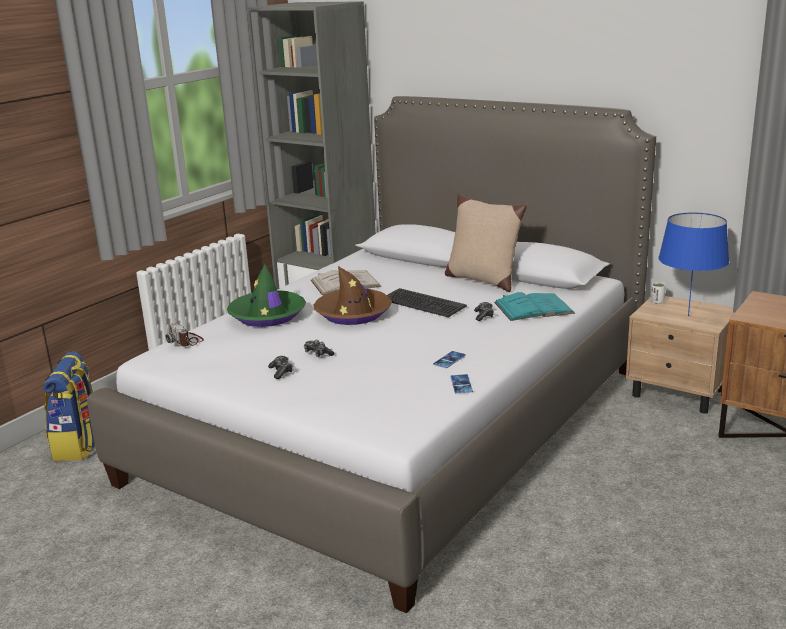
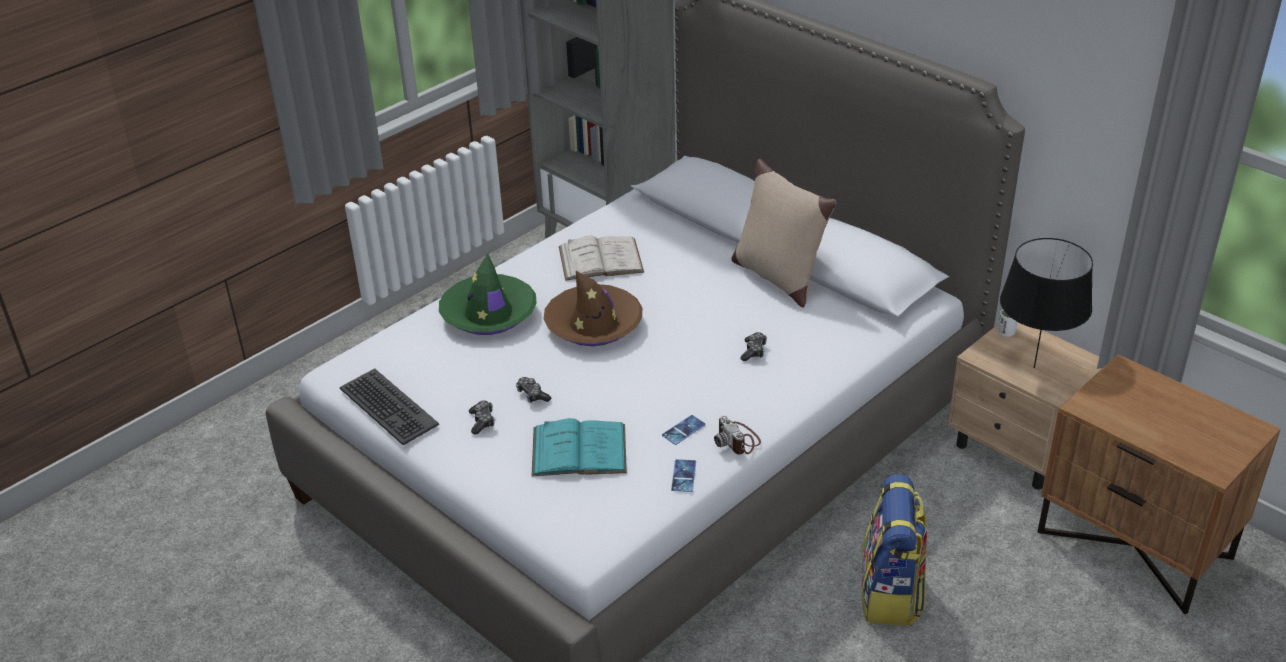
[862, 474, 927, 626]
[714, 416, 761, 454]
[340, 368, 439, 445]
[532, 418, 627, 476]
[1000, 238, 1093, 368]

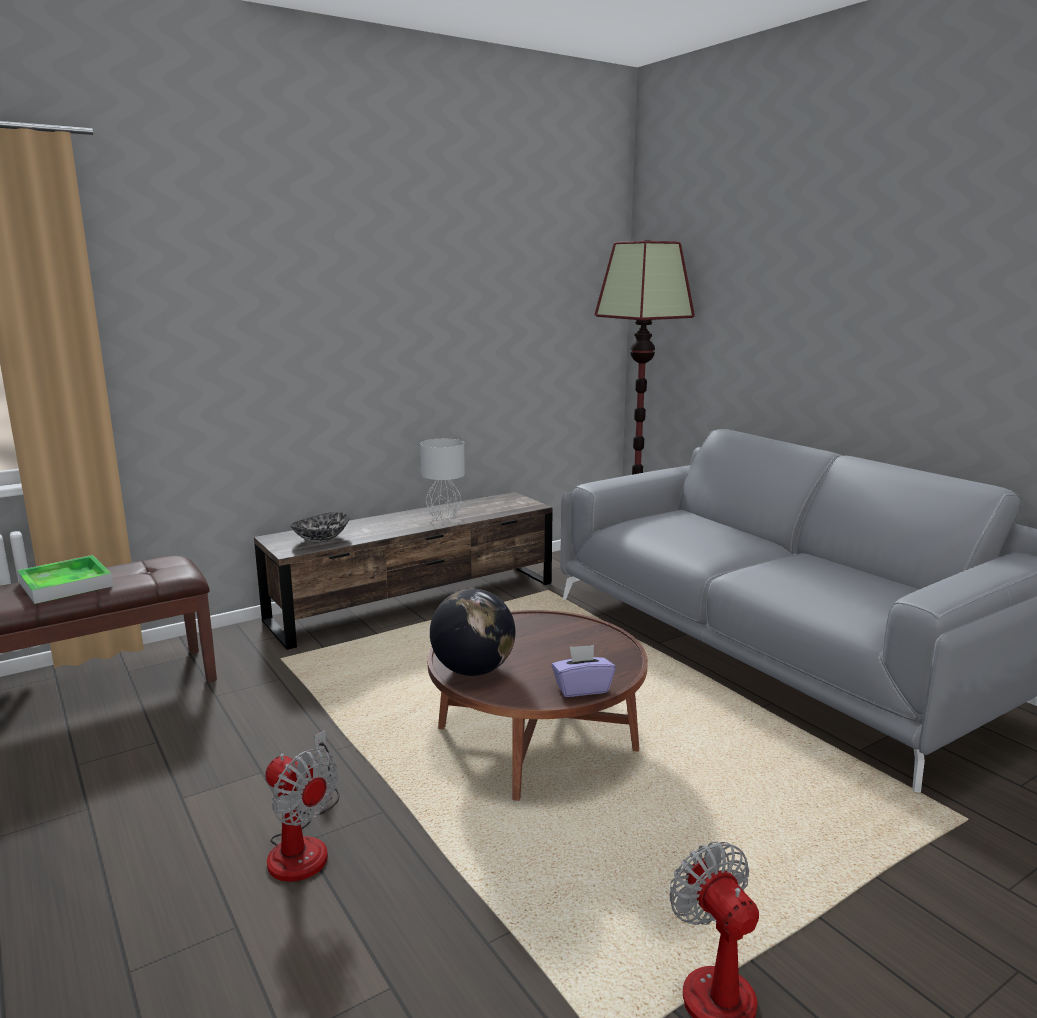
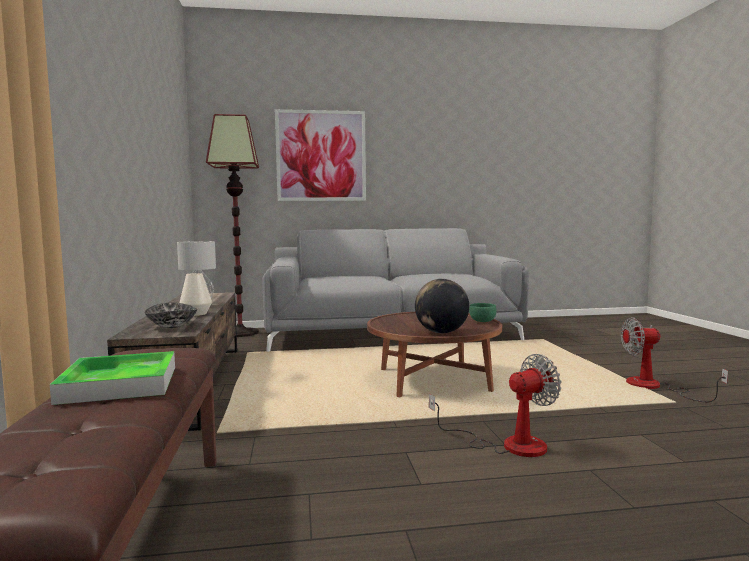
[469, 303, 497, 322]
[180, 273, 212, 316]
[275, 109, 366, 201]

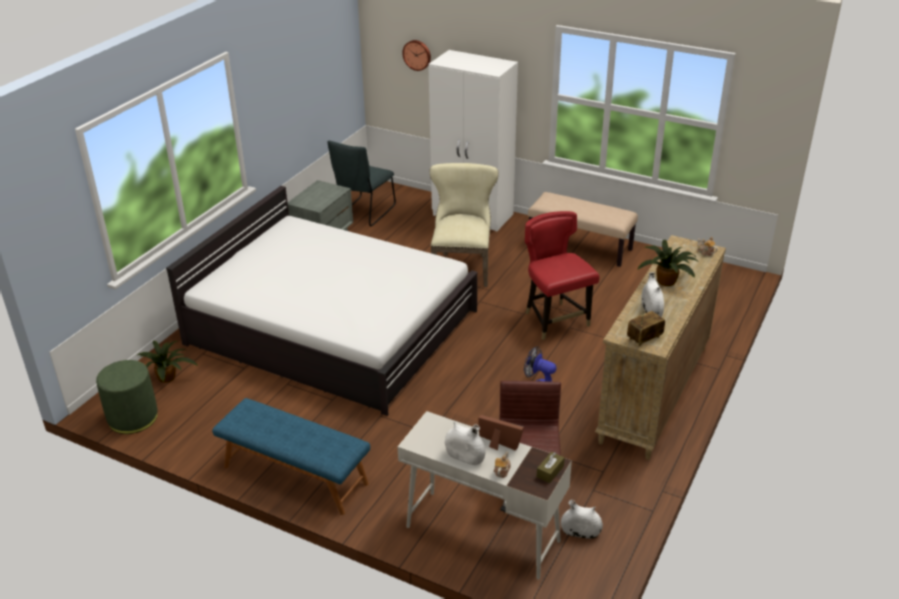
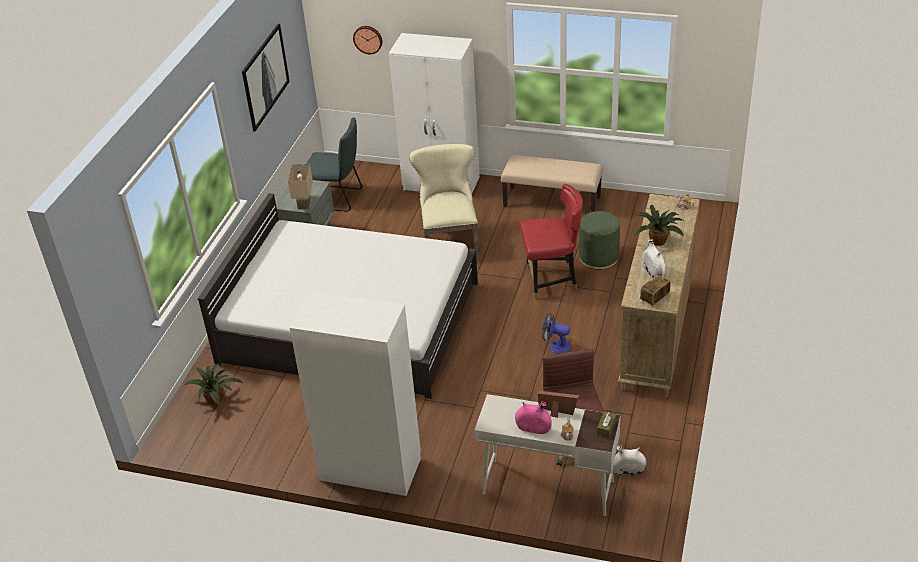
[579, 211, 620, 270]
[290, 291, 421, 496]
[307, 117, 362, 212]
[515, 401, 552, 434]
[520, 184, 583, 299]
[242, 24, 290, 131]
[288, 164, 313, 209]

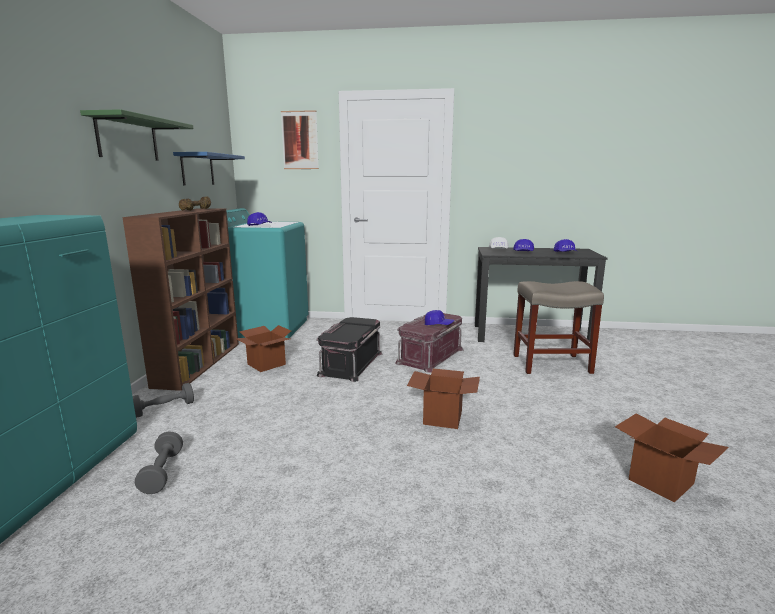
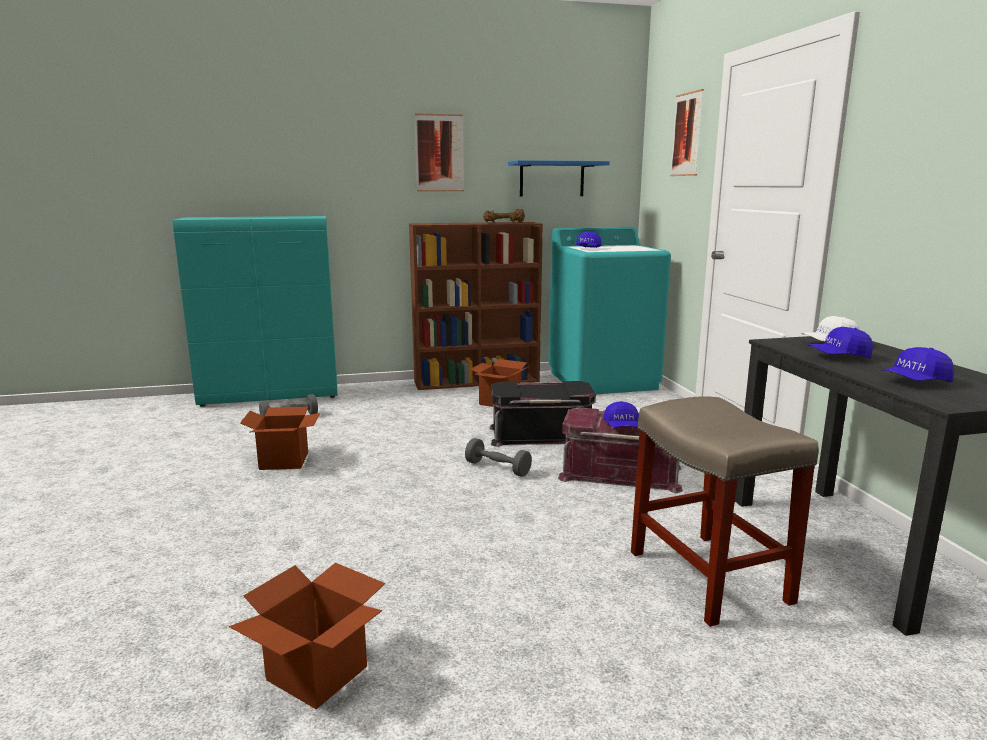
[415, 113, 464, 191]
[465, 438, 532, 477]
[240, 406, 320, 470]

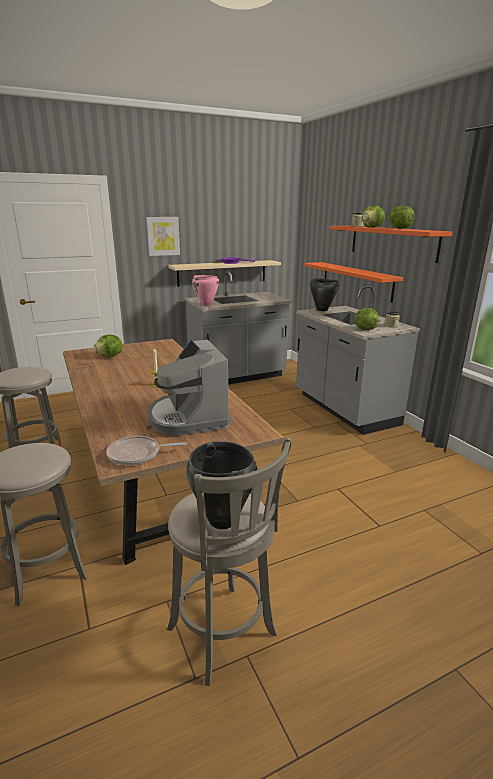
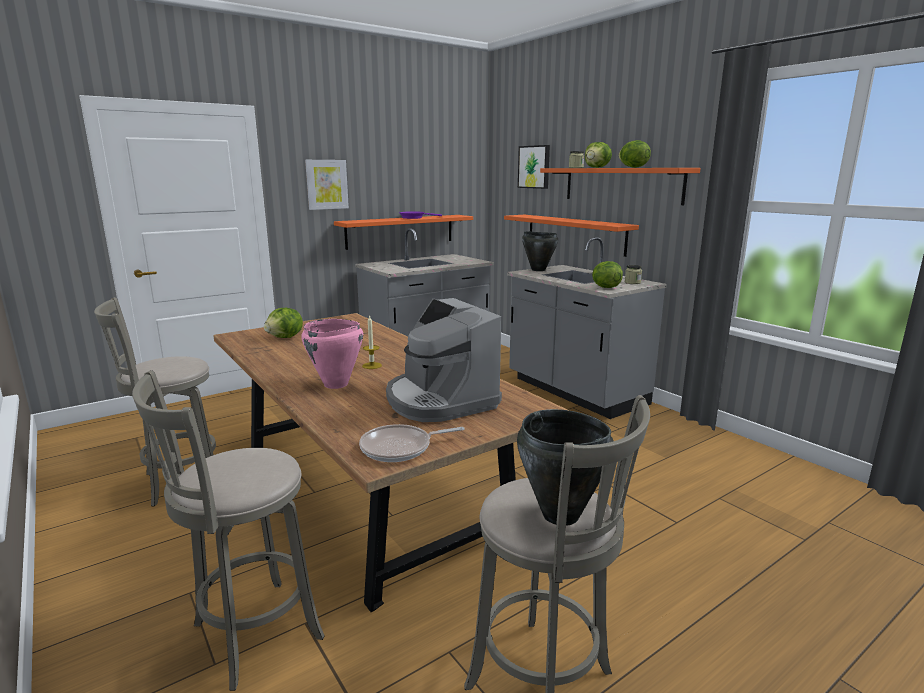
[334, 215, 473, 250]
[301, 319, 363, 389]
[518, 145, 550, 189]

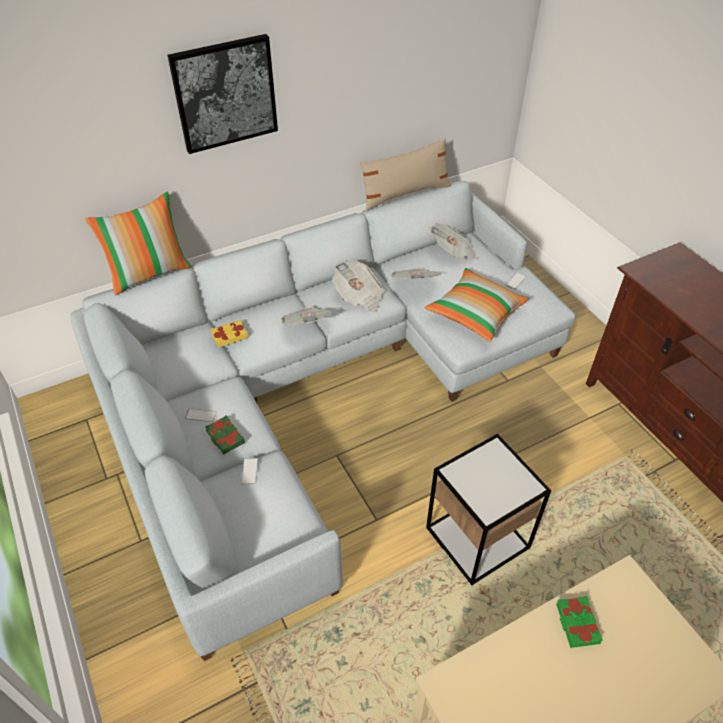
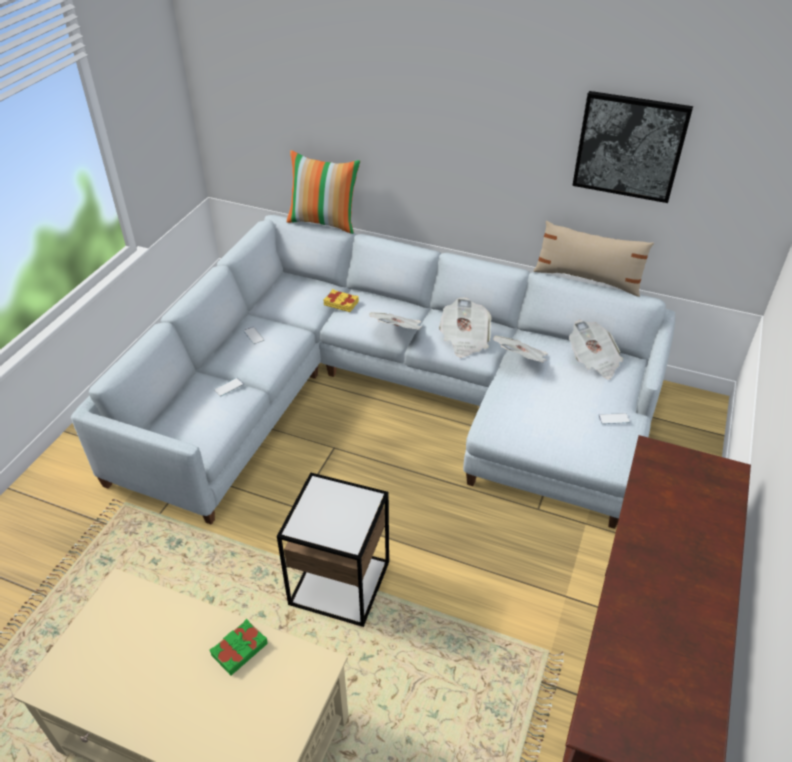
[572, 91, 693, 203]
[205, 415, 245, 455] (first image)
[425, 268, 530, 342] (first image)

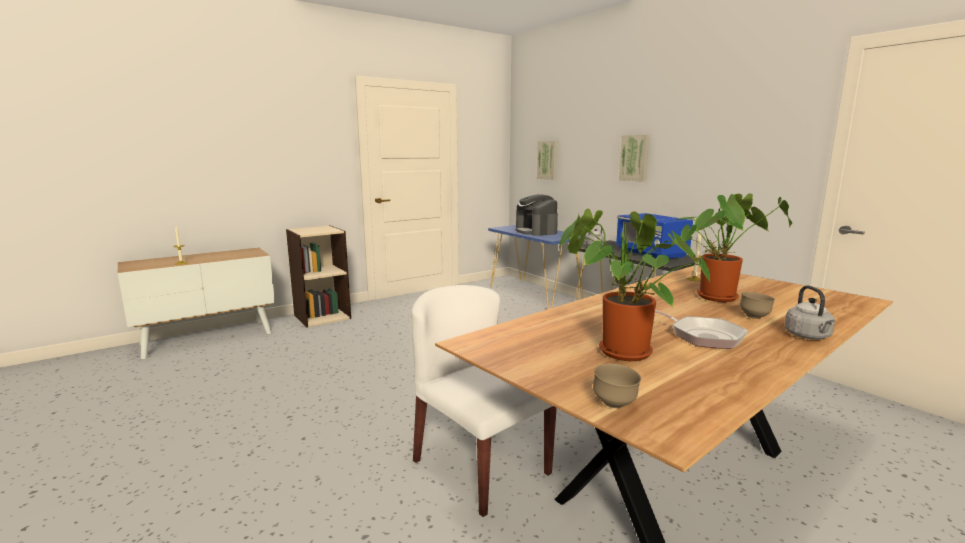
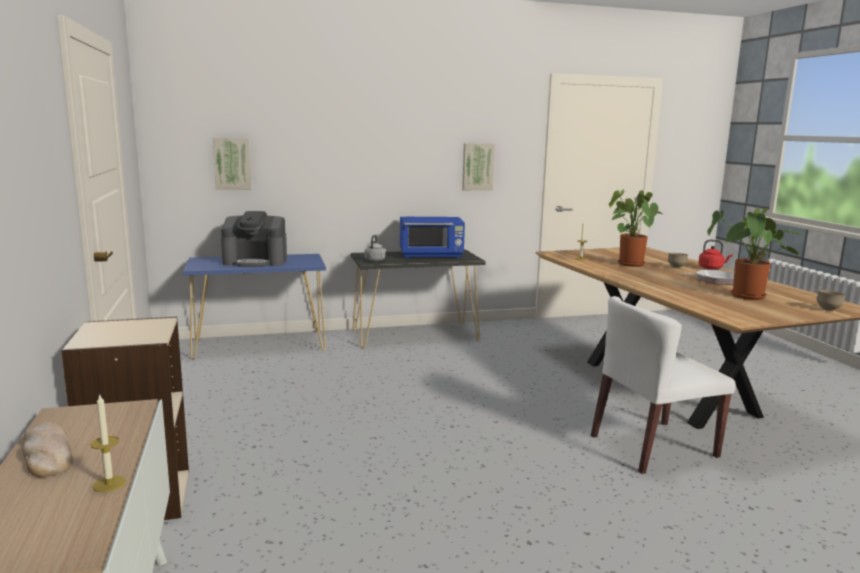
[462, 143, 495, 191]
[698, 240, 733, 269]
[22, 422, 73, 478]

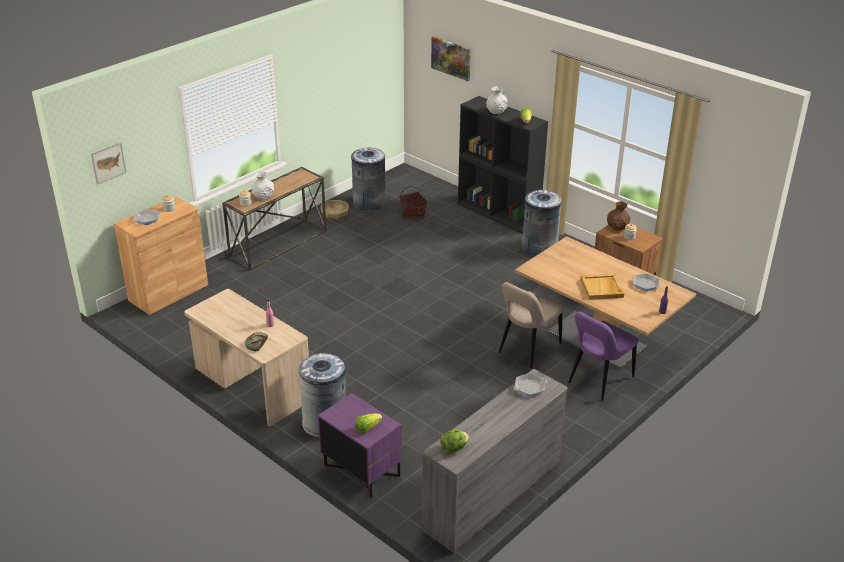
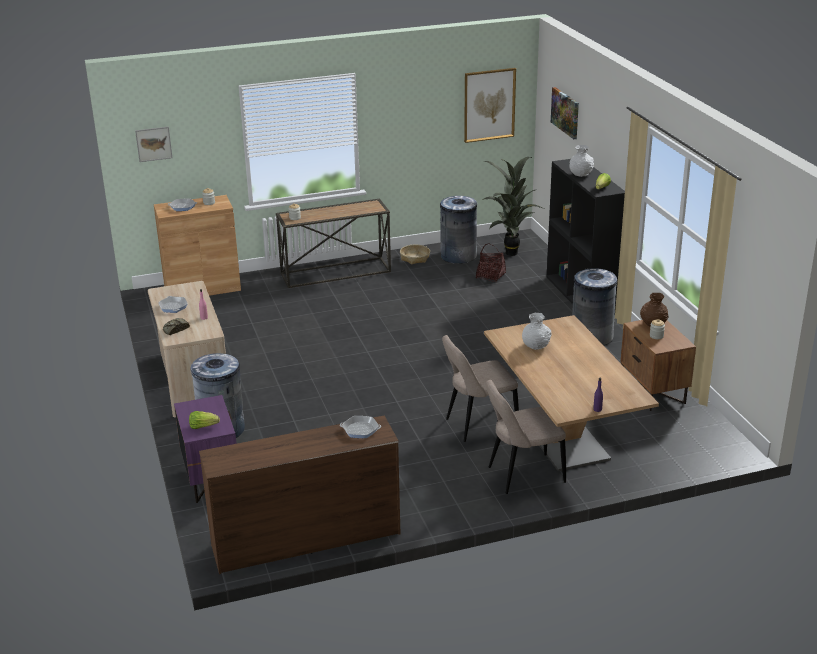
[522, 313, 552, 350]
[199, 415, 400, 574]
[440, 430, 469, 453] (first image)
[486, 380, 566, 494]
[581, 274, 624, 300] (first image)
[158, 296, 187, 313]
[464, 68, 516, 143]
[482, 157, 544, 256]

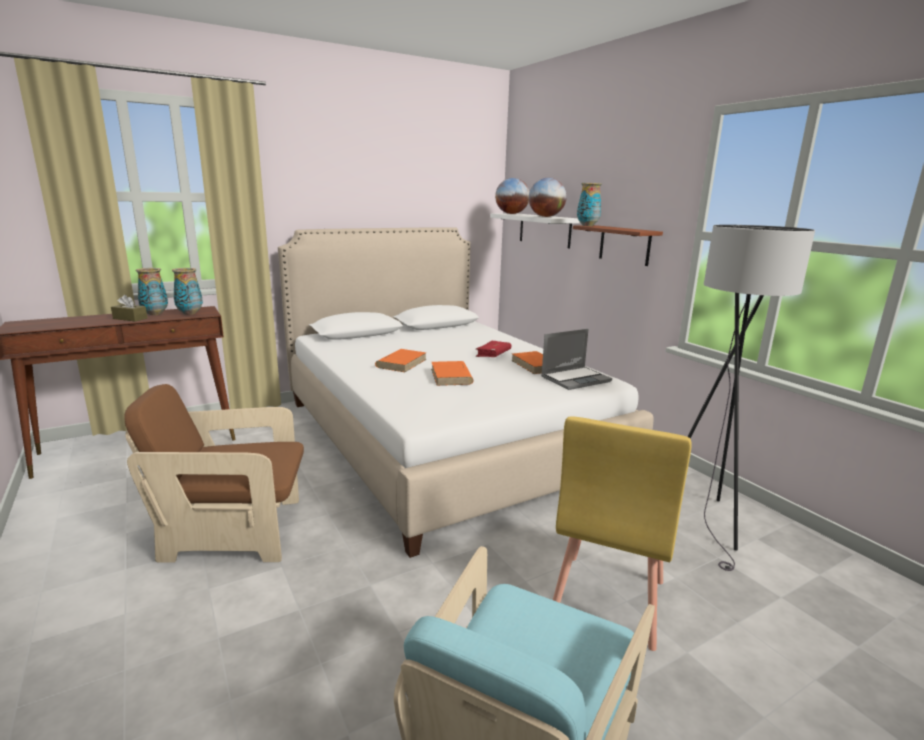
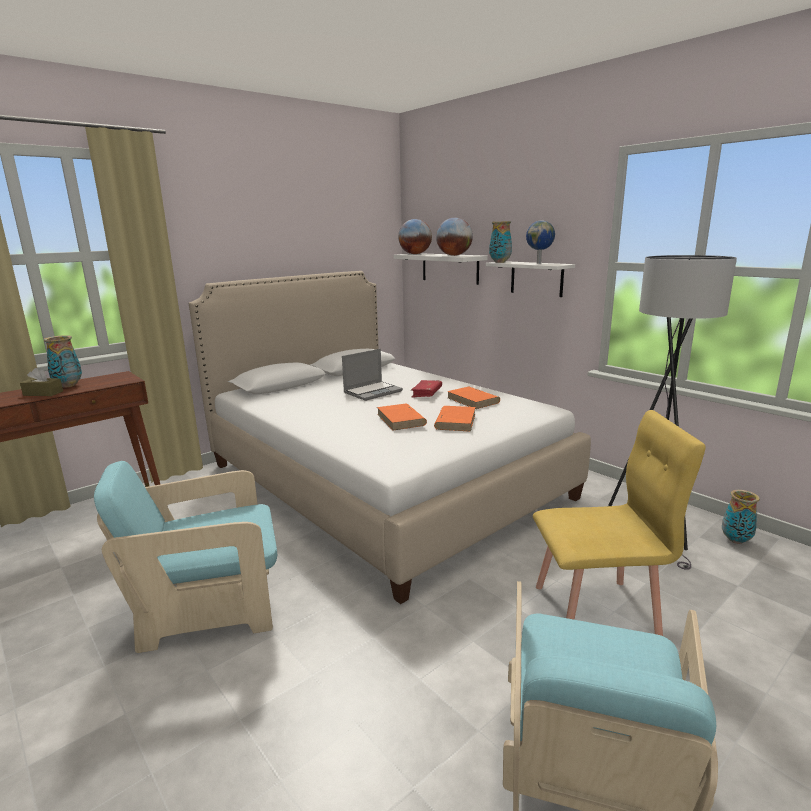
[94, 461, 277, 653]
[722, 490, 760, 544]
[434, 406, 476, 432]
[342, 349, 403, 401]
[533, 410, 706, 636]
[486, 261, 575, 297]
[526, 220, 555, 264]

